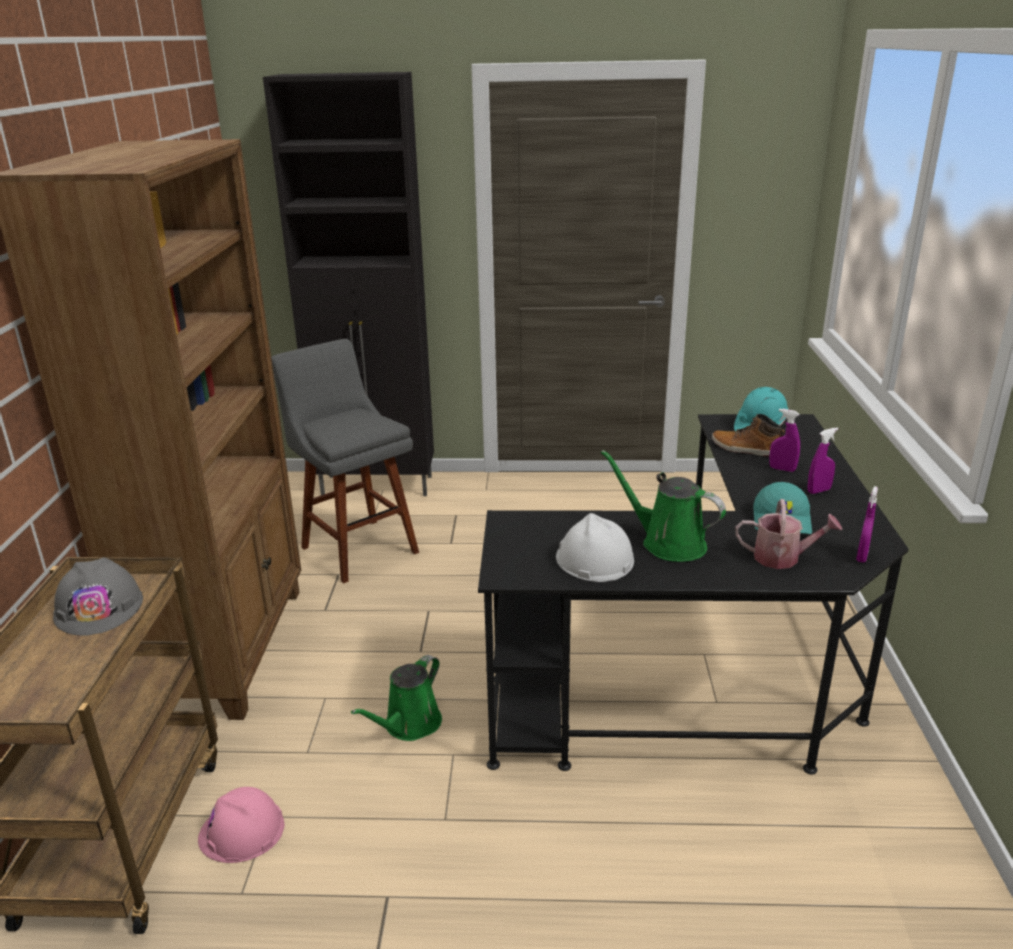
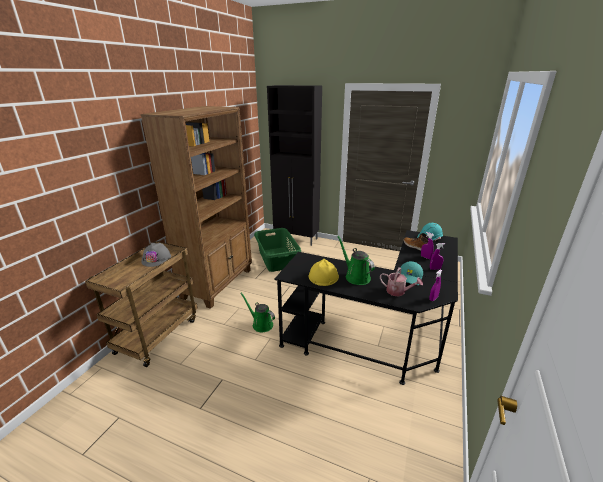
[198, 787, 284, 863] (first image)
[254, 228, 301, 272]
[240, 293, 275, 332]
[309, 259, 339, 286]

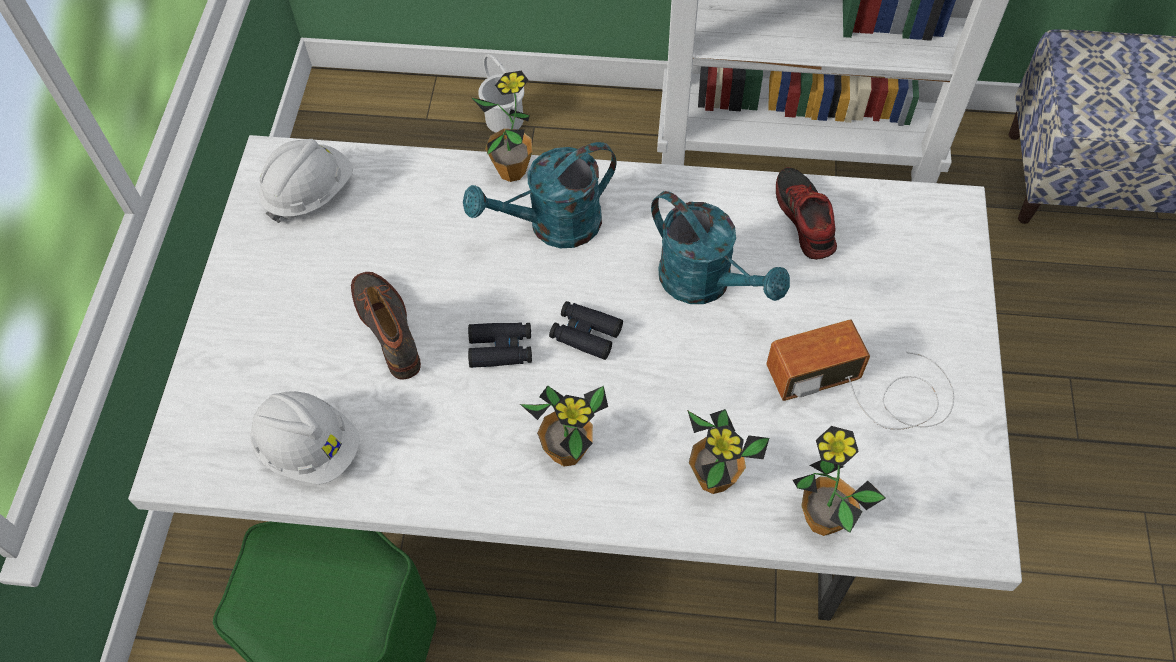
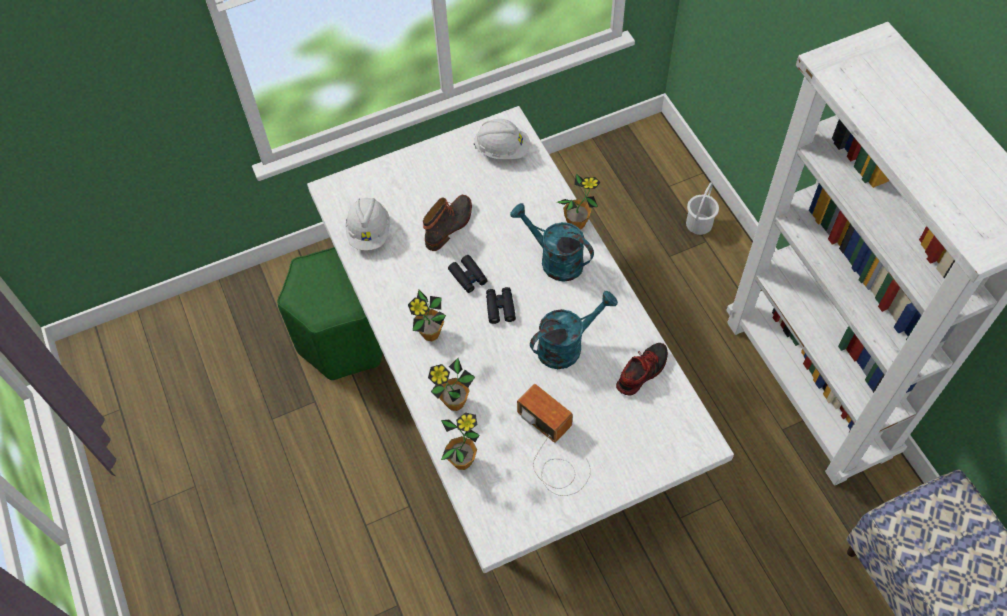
[530, 291, 618, 369]

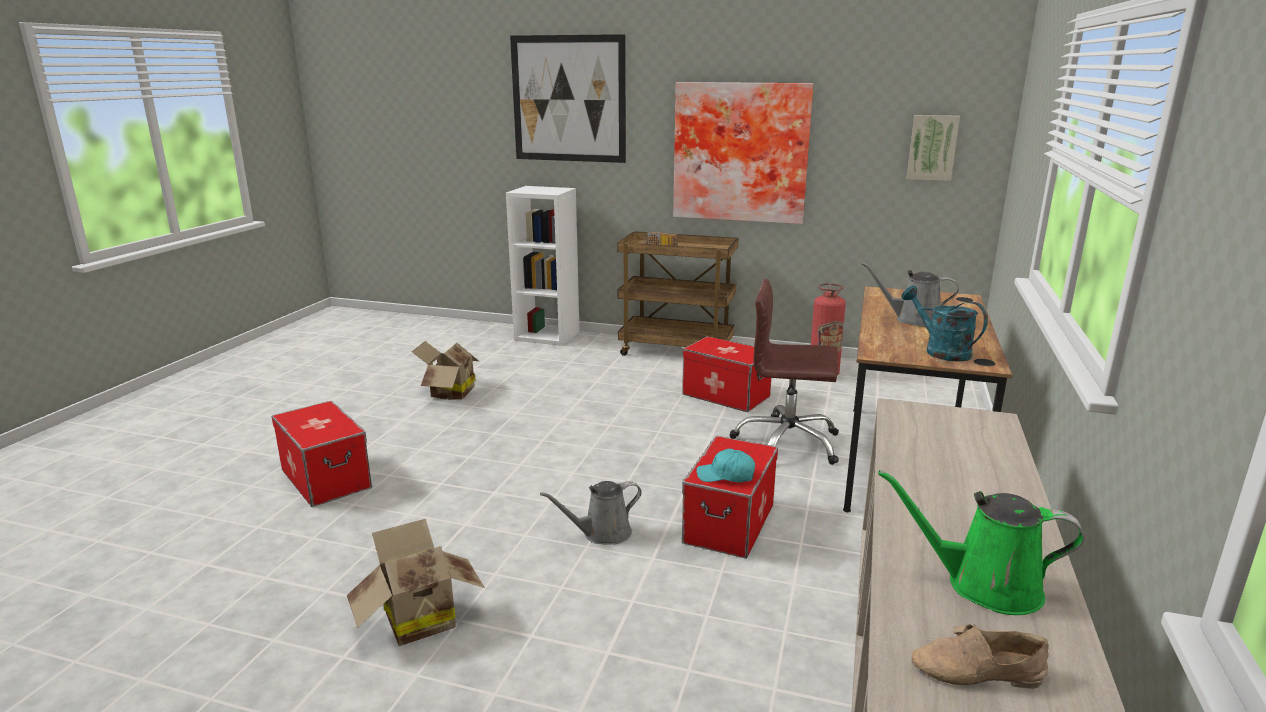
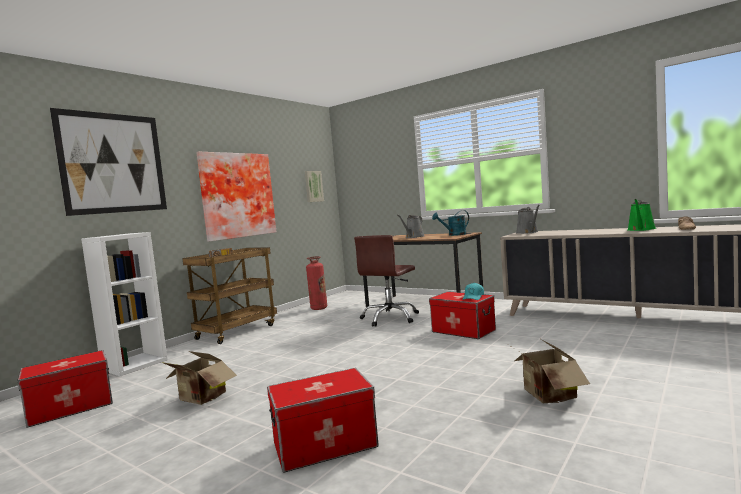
[516, 205, 540, 234]
[17, 350, 113, 427]

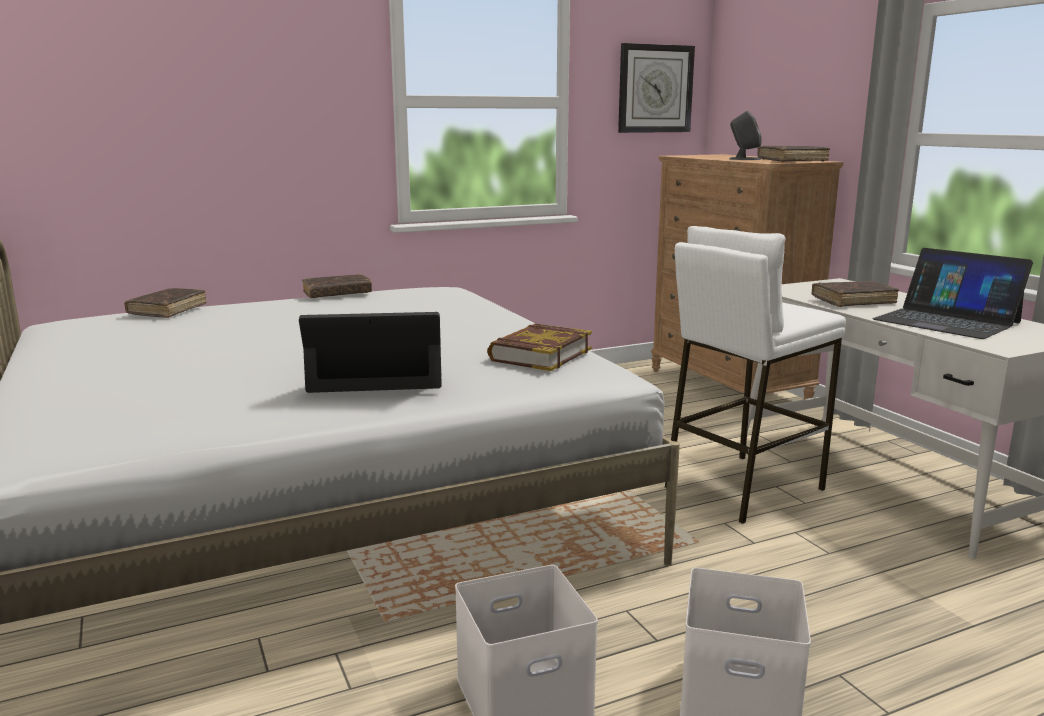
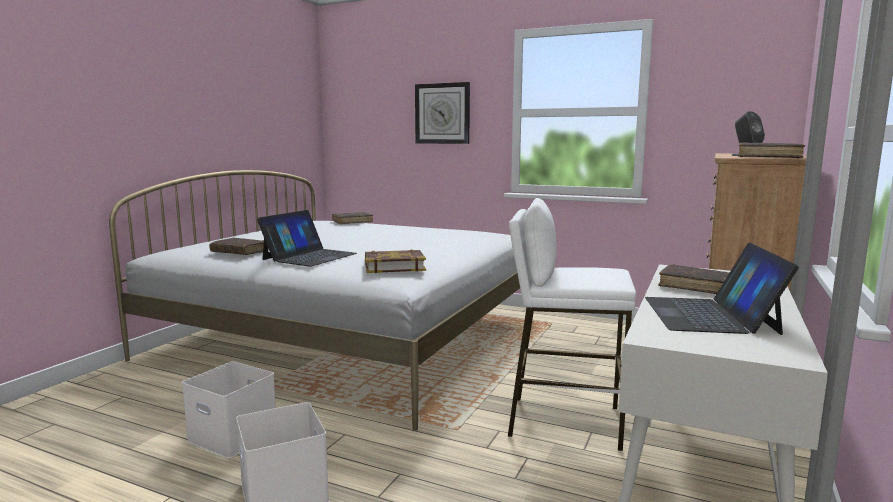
[257, 210, 357, 267]
[209, 238, 264, 255]
[415, 82, 470, 144]

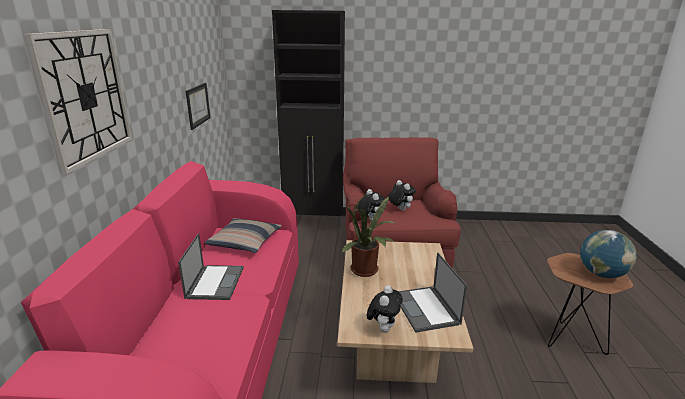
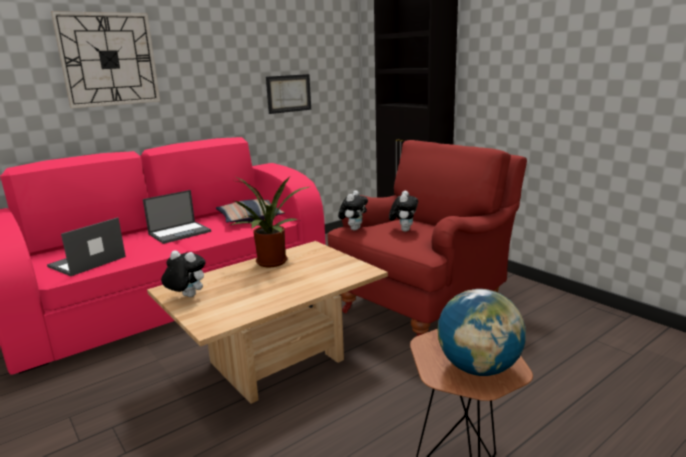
[161, 250, 206, 297]
[47, 217, 126, 276]

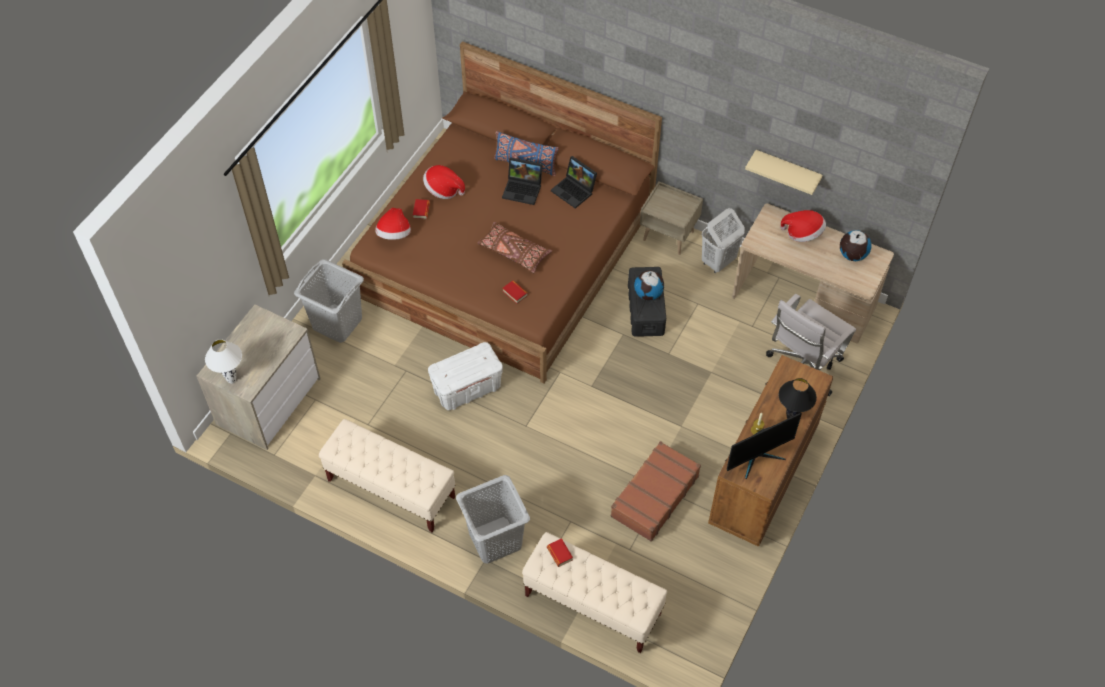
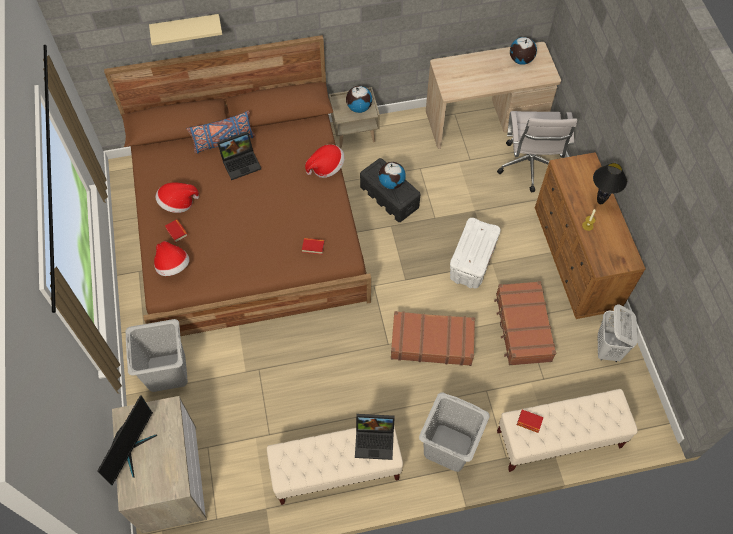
[205, 339, 242, 384] (first image)
[450, 218, 501, 289]
[477, 222, 552, 273] (first image)
[355, 414, 395, 460]
[598, 304, 637, 362]
[97, 395, 158, 485]
[149, 14, 222, 46]
[305, 144, 345, 178]
[346, 86, 372, 113]
[391, 311, 475, 366]

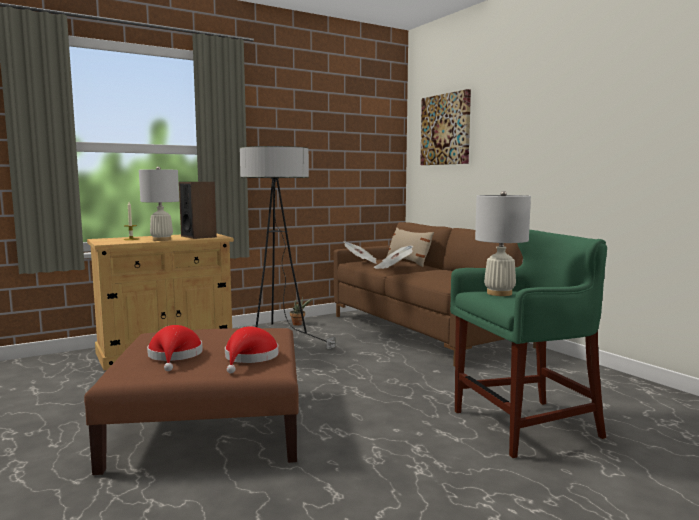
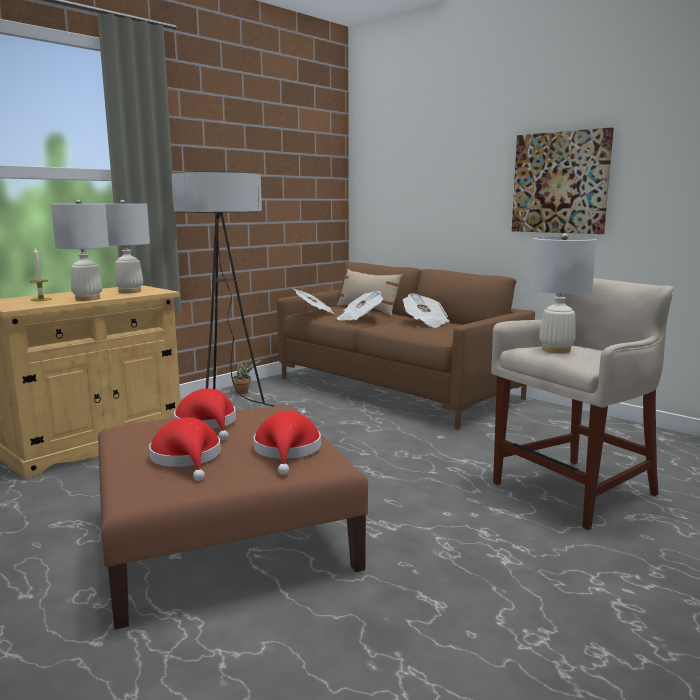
[105, 200, 150, 293]
[512, 128, 614, 234]
[491, 278, 674, 530]
[174, 388, 236, 440]
[402, 294, 450, 328]

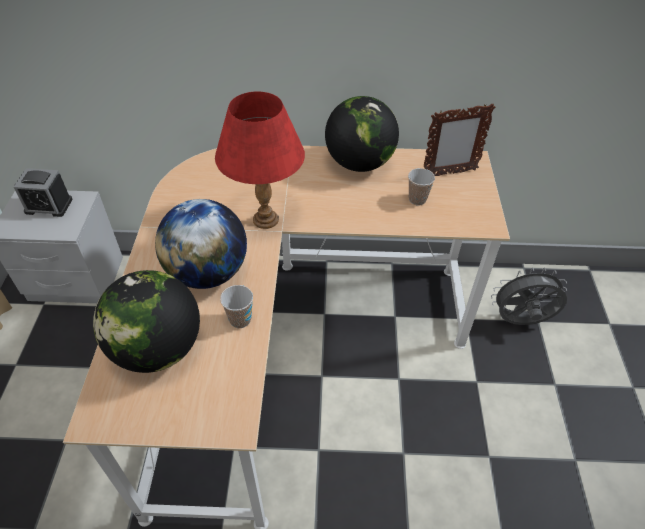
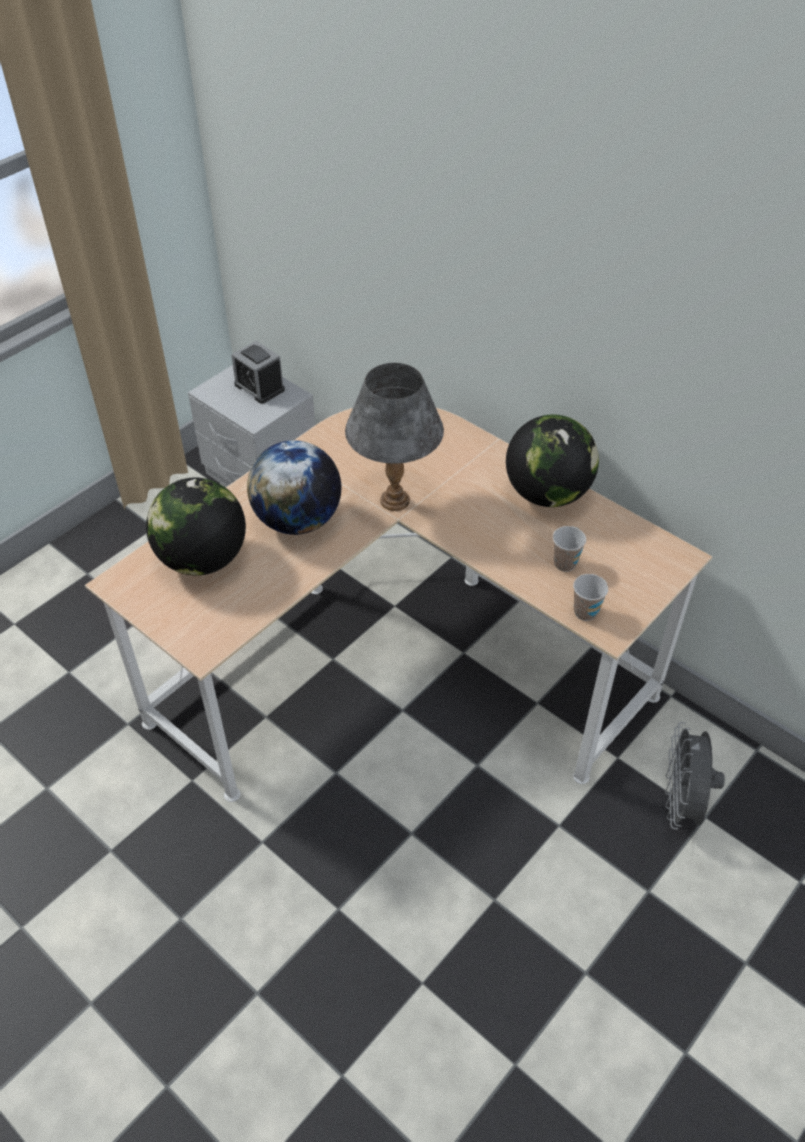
[345, 363, 444, 511]
[573, 574, 608, 621]
[424, 104, 495, 176] (first image)
[665, 722, 725, 830]

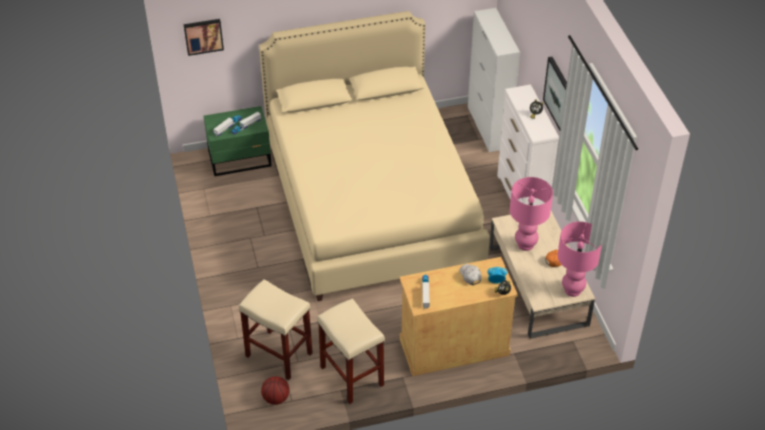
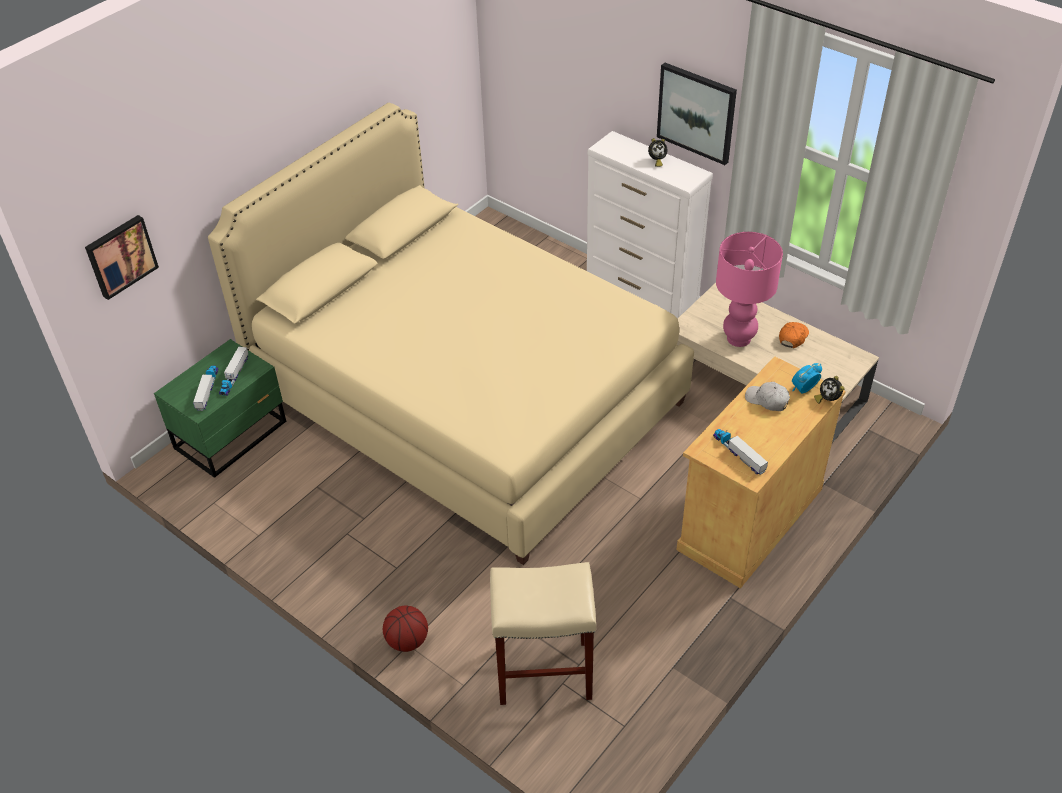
[383, 605, 428, 652]
[317, 298, 385, 404] (first image)
[468, 8, 520, 152] (first image)
[558, 222, 602, 297] (first image)

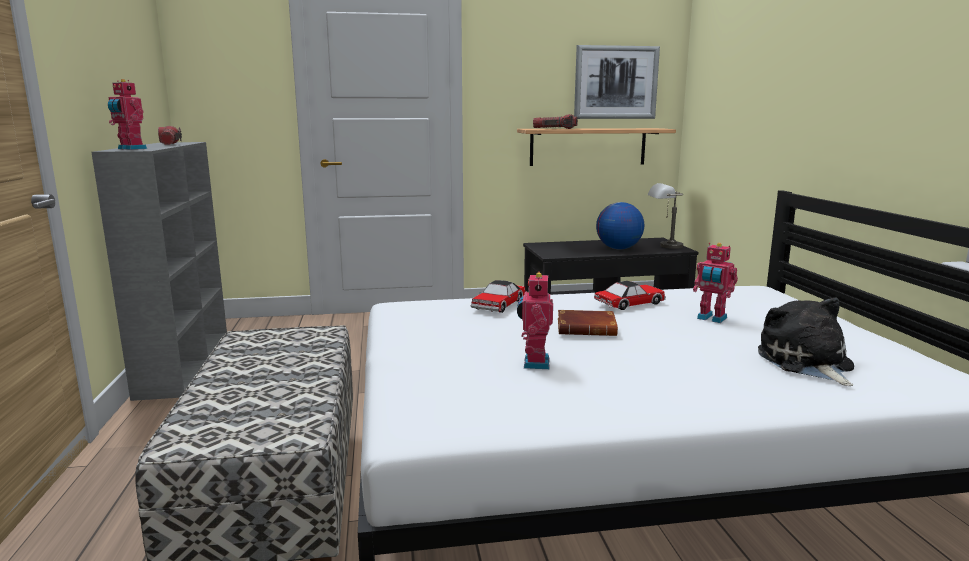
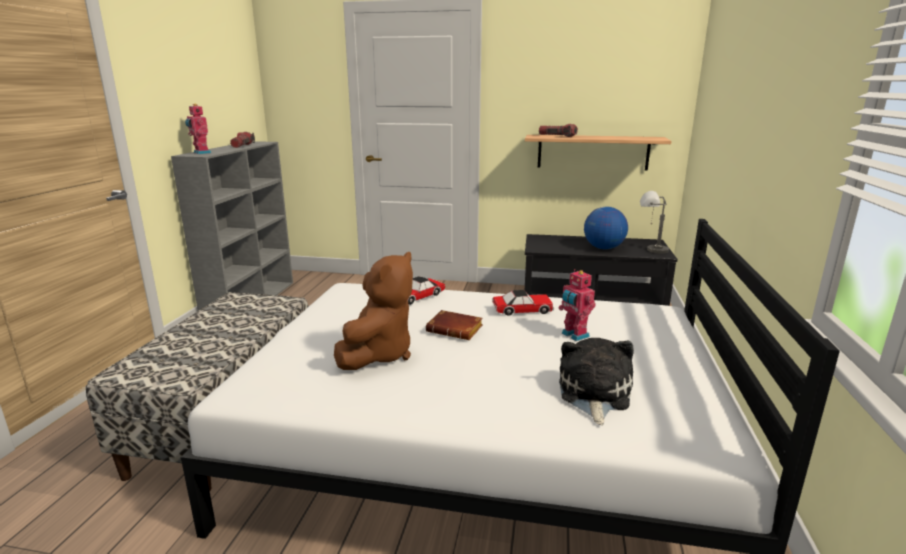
[334, 252, 413, 370]
[574, 45, 660, 119] (first image)

